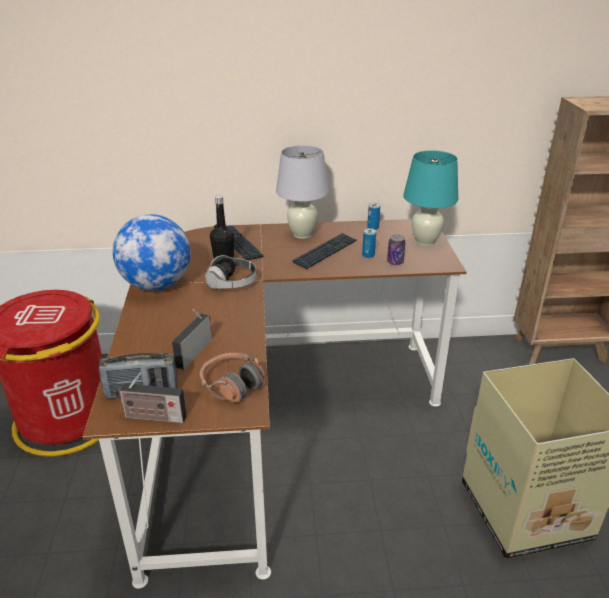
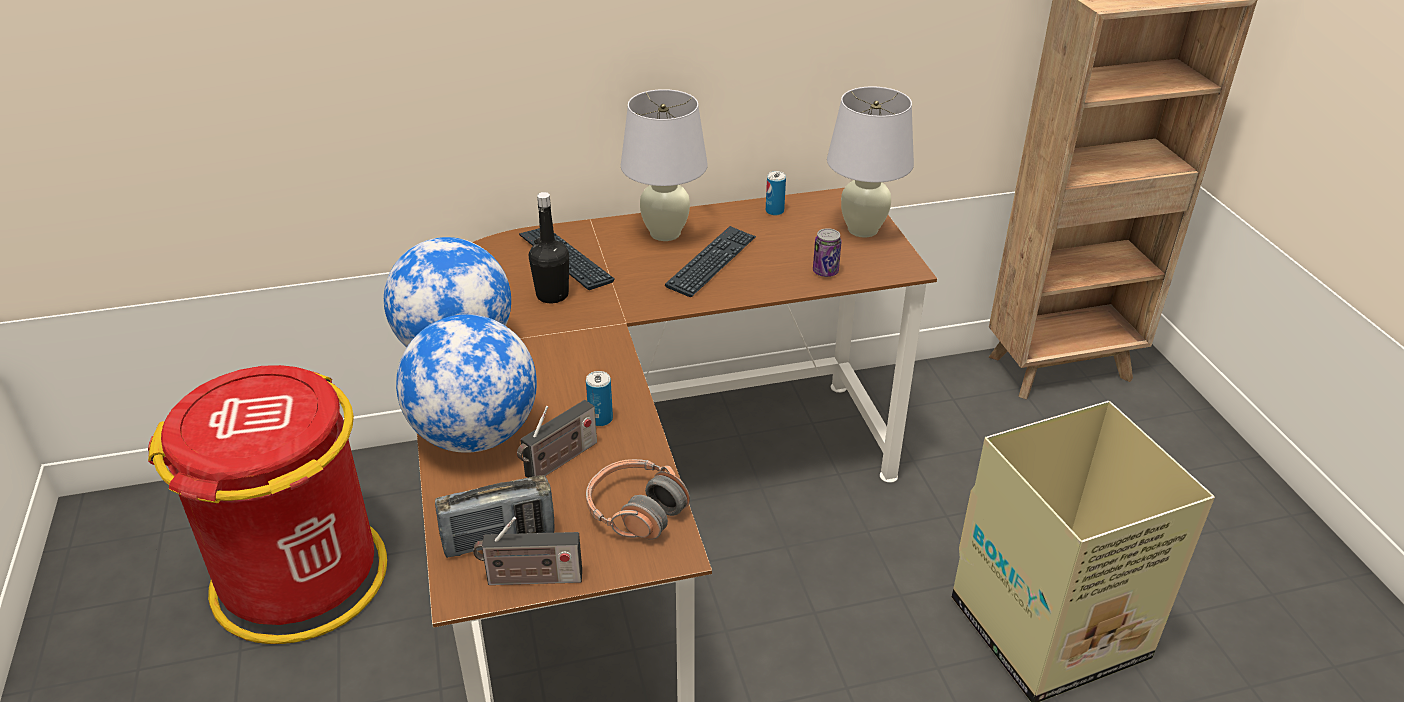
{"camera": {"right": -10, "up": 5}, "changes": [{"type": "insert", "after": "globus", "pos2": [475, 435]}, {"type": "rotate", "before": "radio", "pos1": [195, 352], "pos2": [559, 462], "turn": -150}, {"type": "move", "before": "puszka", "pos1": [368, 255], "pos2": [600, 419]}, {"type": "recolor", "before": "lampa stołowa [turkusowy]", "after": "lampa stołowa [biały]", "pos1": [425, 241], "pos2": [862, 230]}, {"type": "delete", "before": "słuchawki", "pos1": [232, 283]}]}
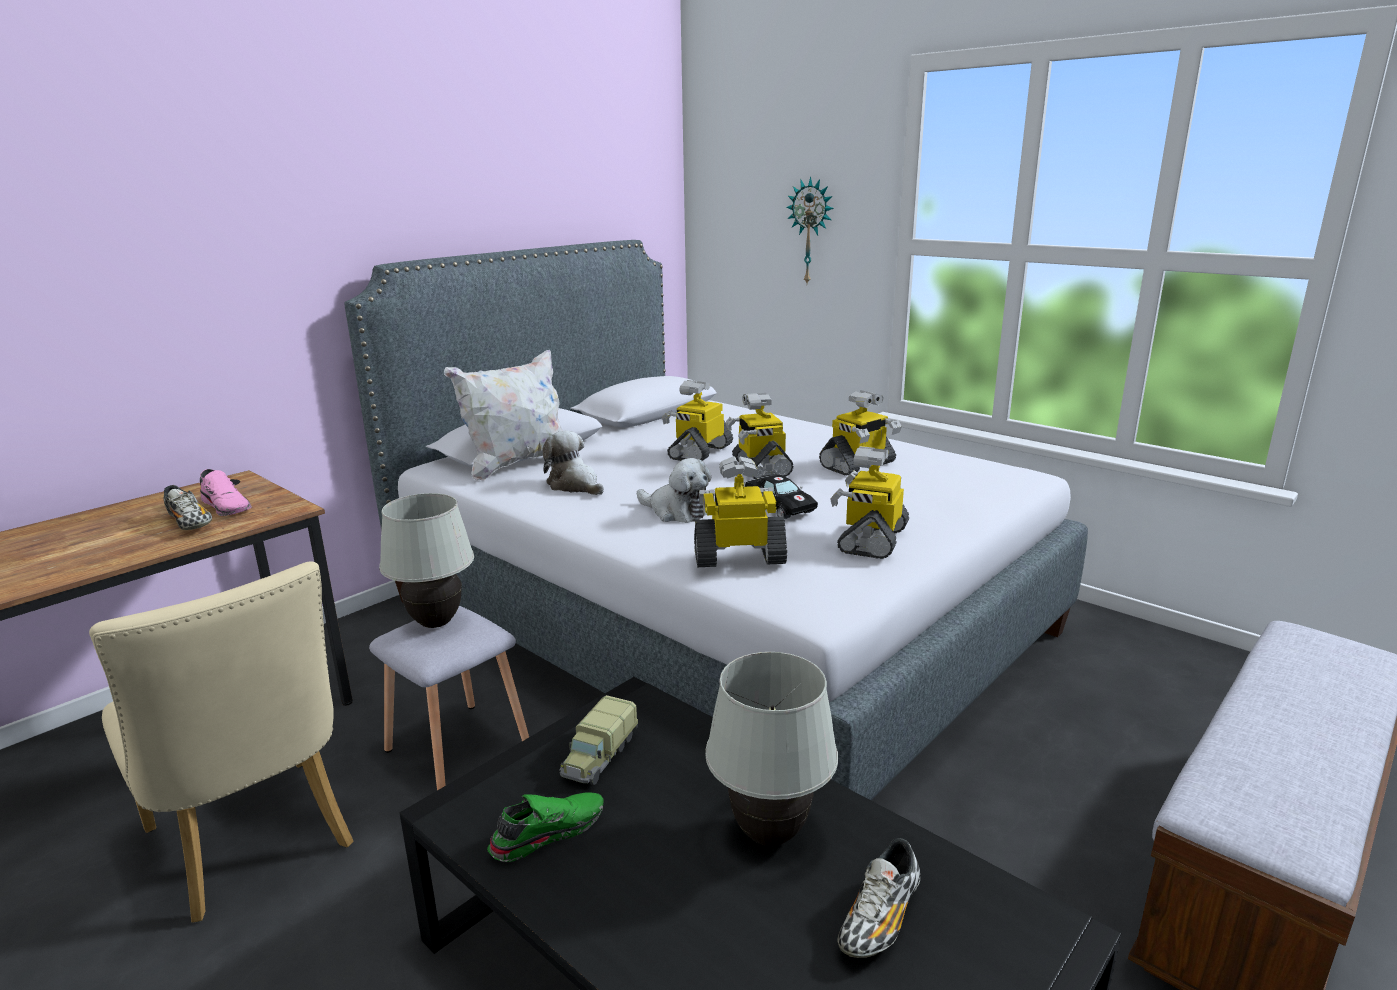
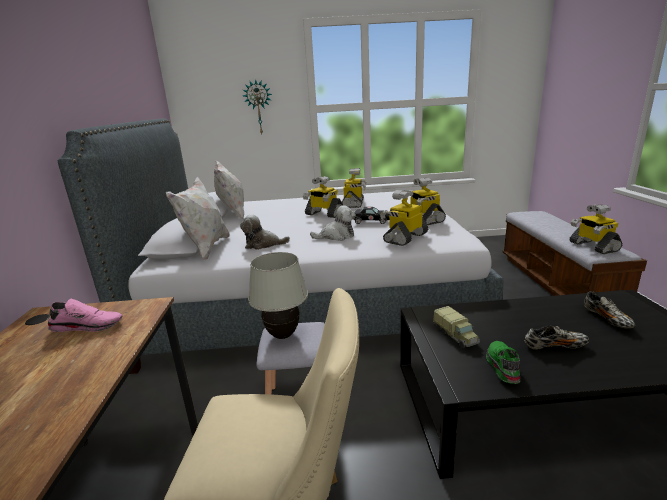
{"camera": {"right": -45, "up": 0}, "changes": [{"type": "insert", "after": "poduszka [biały]", "pos2": [233, 214]}, {"type": "move", "before": "but", "pos1": [190, 524], "pos2": [555, 346]}, {"type": "move", "before": "robot zabawkowy", "pos1": [699, 452], "pos2": [592, 246]}, {"type": "delete", "before": "lampa stołowa [biały]", "pos1": [770, 834]}]}
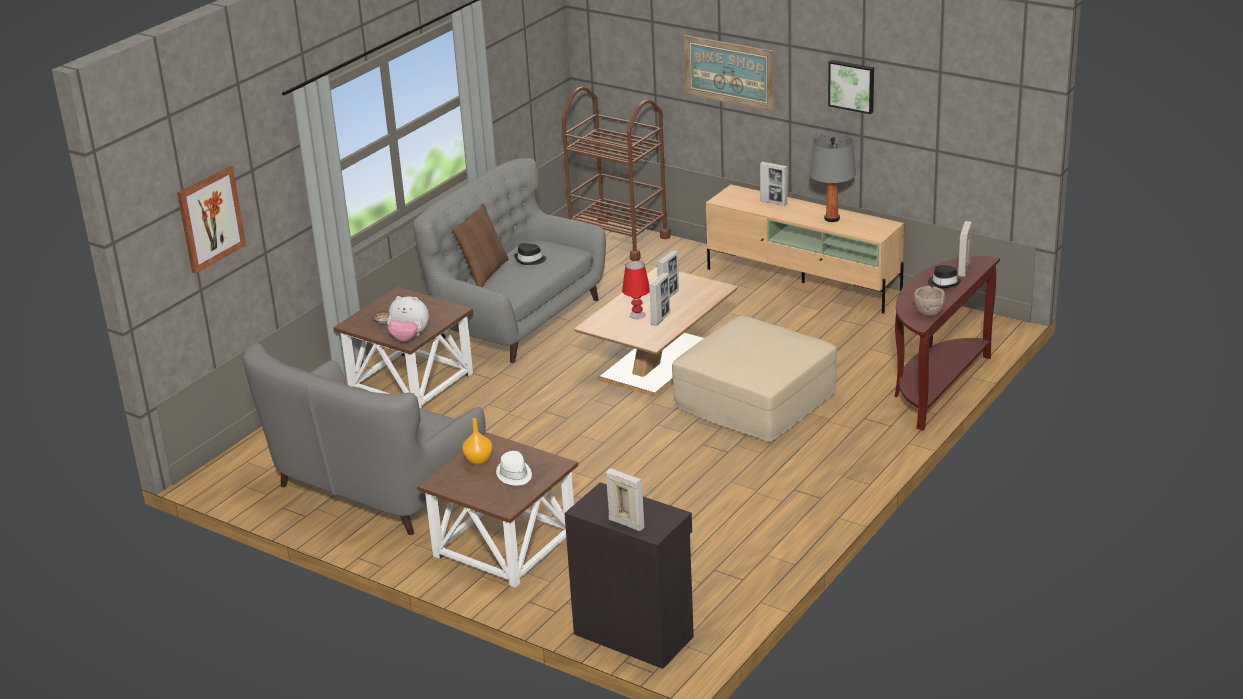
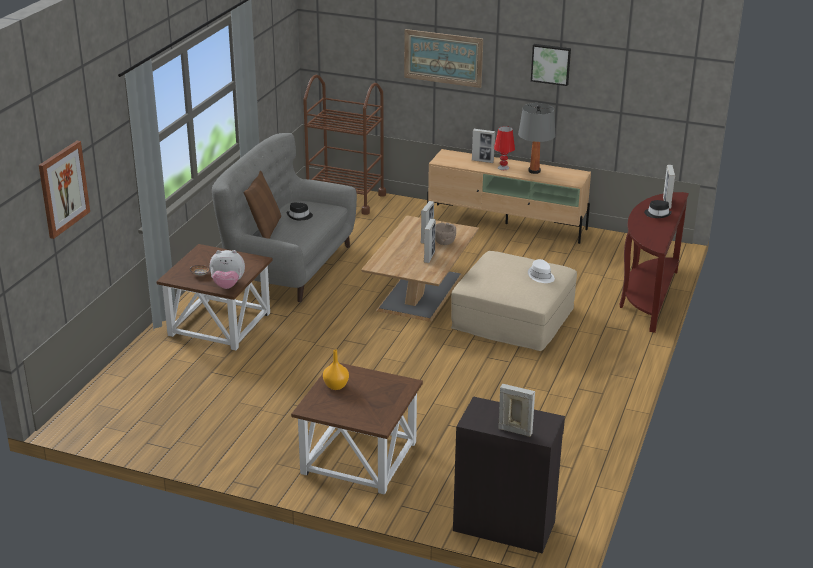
{"camera": {"right": -15, "up": 0}, "changes": [{"type": "move", "before": "miska [brązowy]", "pos1": [928, 311], "pos2": [444, 242]}, {"type": "move", "before": "lampa stołowa [czerwony]", "pos1": [637, 315], "pos2": [503, 167]}, {"type": "move", "before": "kapelusz [biały]", "pos1": [514, 474], "pos2": [541, 276]}, {"type": "delete", "before": "kanapa [szary]", "pos1": [374, 486]}]}
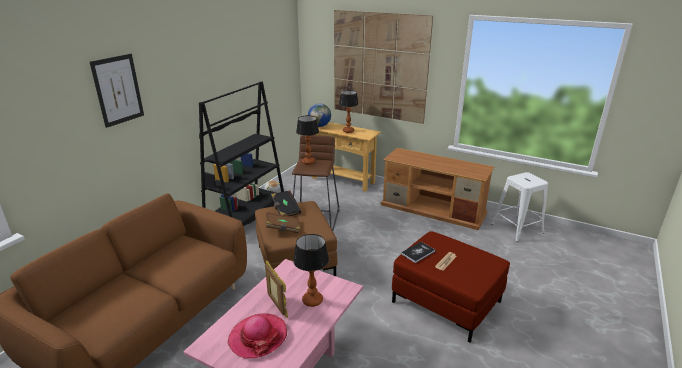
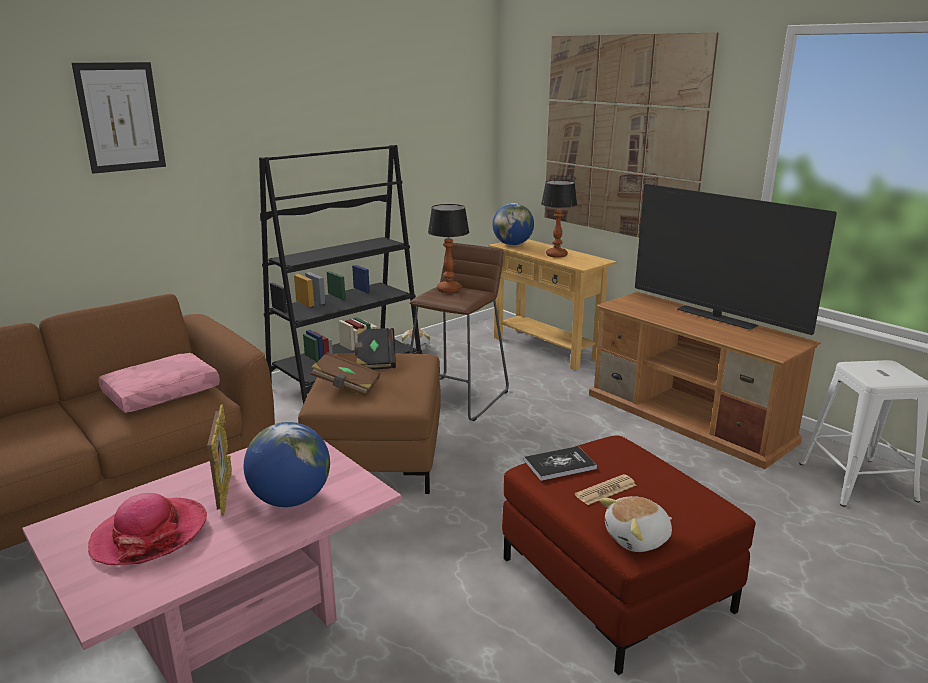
{"camera": {"right": 20, "up": -5}, "changes": [{"type": "insert", "after": "poduszka [różowy]", "pos2": [161, 394]}, {"type": "replace", "before": "lampa stołowa", "after": "globus", "pos1": [313, 301], "pos2": [291, 499]}, {"type": "insert", "after": "pluszak", "pos2": [638, 539]}, {"type": "insert", "after": "telewizor", "pos2": [715, 318]}]}
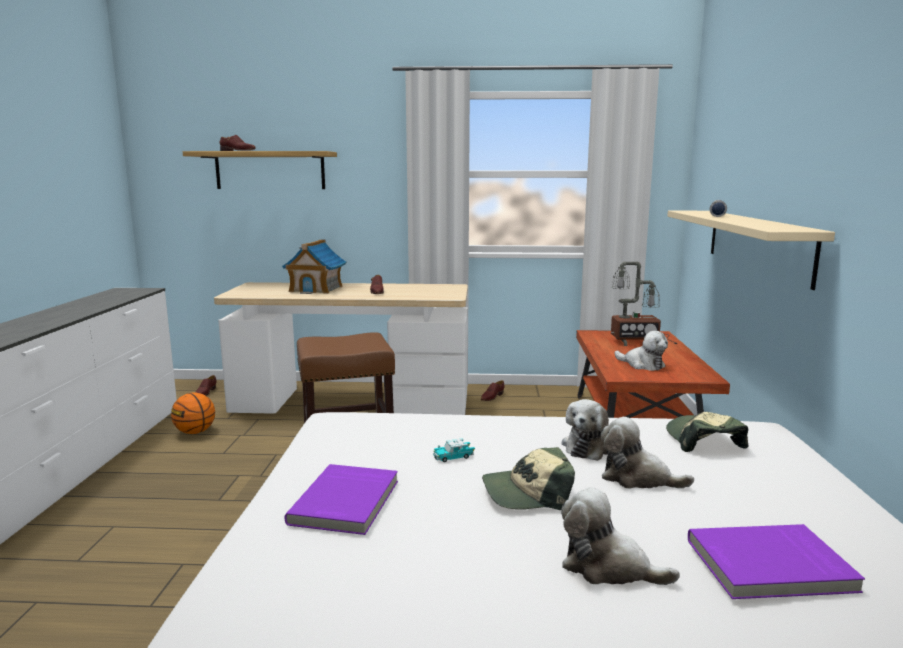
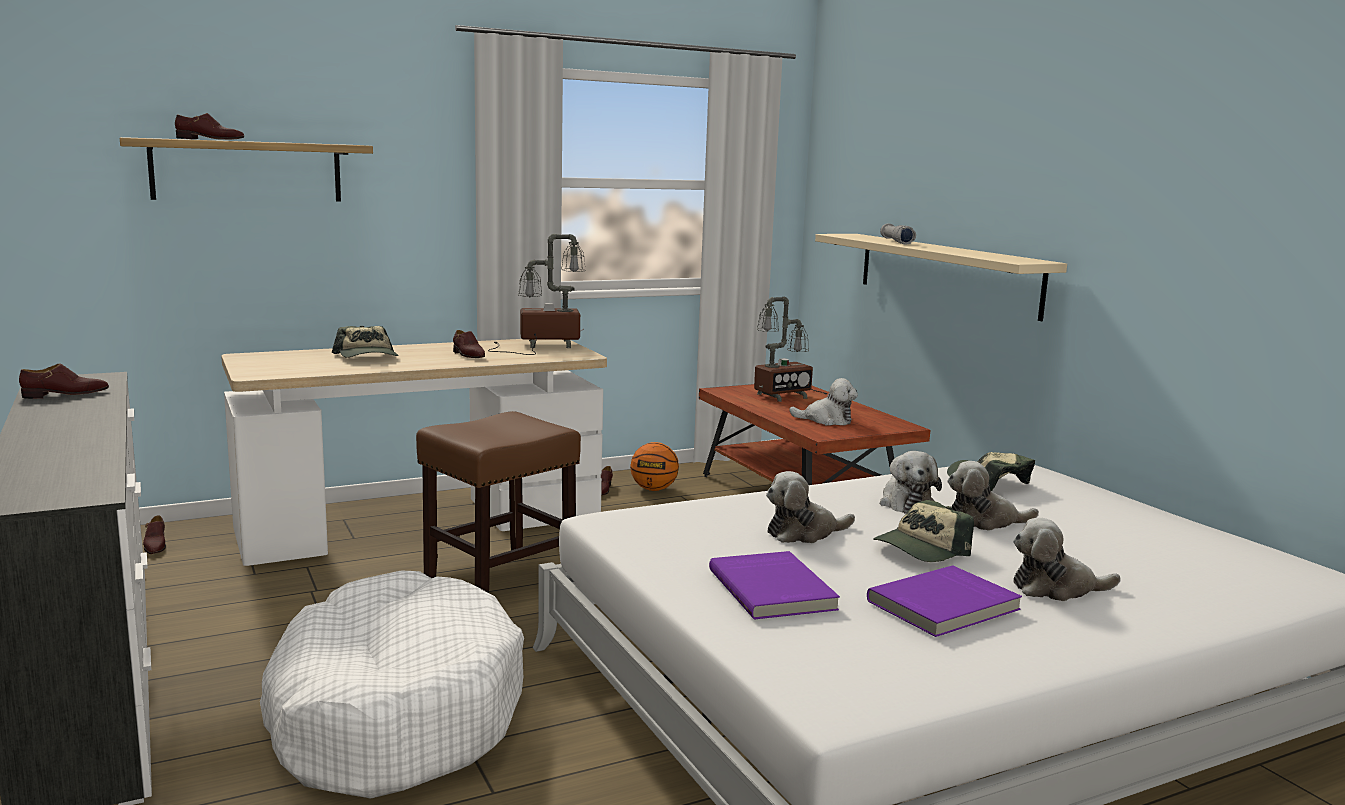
{"camera": {"right": -30, "up": 0}, "changes": [{"type": "insert", "after": "but [brązowy]", "pos2": [66, 394]}, {"type": "insert", "after": "legowisko [biały]", "pos2": [394, 713]}, {"type": "replace", "before": "domek", "after": "czapka z daszkiem", "pos1": [316, 289], "pos2": [367, 357]}, {"type": "insert", "after": "lampa stołowa", "pos2": [540, 345]}, {"type": "move", "before": "piłka do koszykówki", "pos1": [195, 432], "pos2": [654, 489]}, {"type": "replace", "before": "samochodzik", "after": "pluszak", "pos1": [453, 457], "pos2": [804, 533]}, {"type": "move", "before": "książka [fioletowy]", "pos1": [770, 567], "pos2": [945, 606]}]}
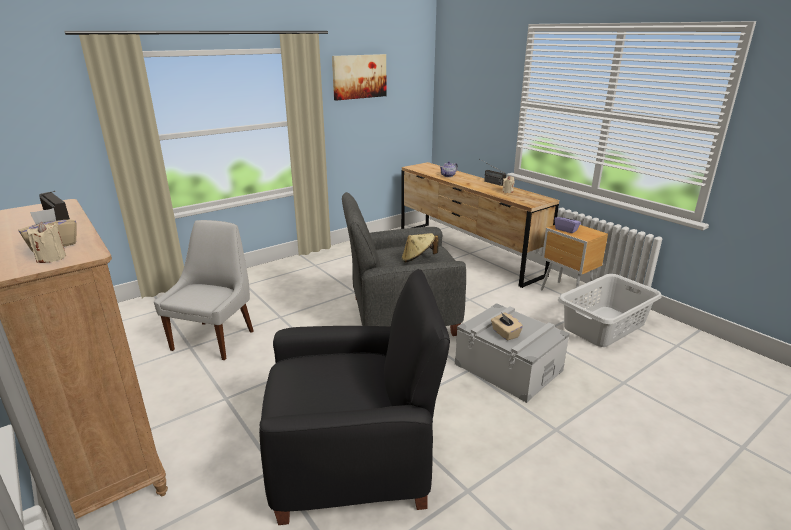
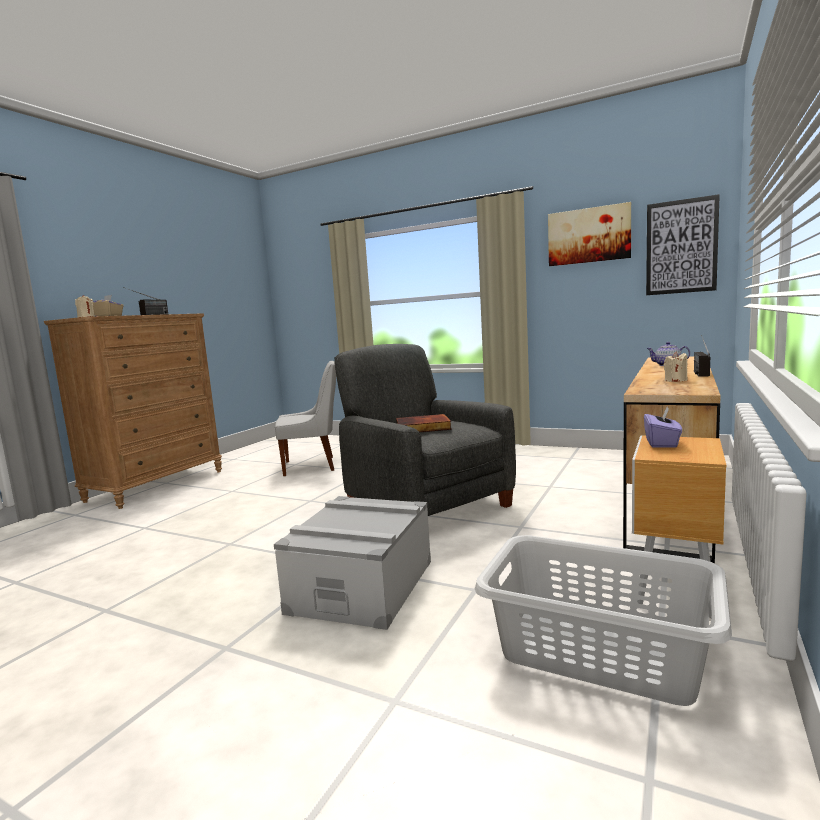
{"camera": {"right": 65, "up": -15}, "changes": [{"type": "replace", "before": "kapelusz [beżowy]", "after": "książka", "pos1": [418, 259], "pos2": [423, 428]}, {"type": "insert", "after": "obraz", "pos2": [681, 247]}, {"type": "delete", "before": "fotel [czarny]", "pos1": [353, 458]}, {"type": "delete", "before": "pudełko chusteczek [beżowy]", "pos1": [505, 333]}]}
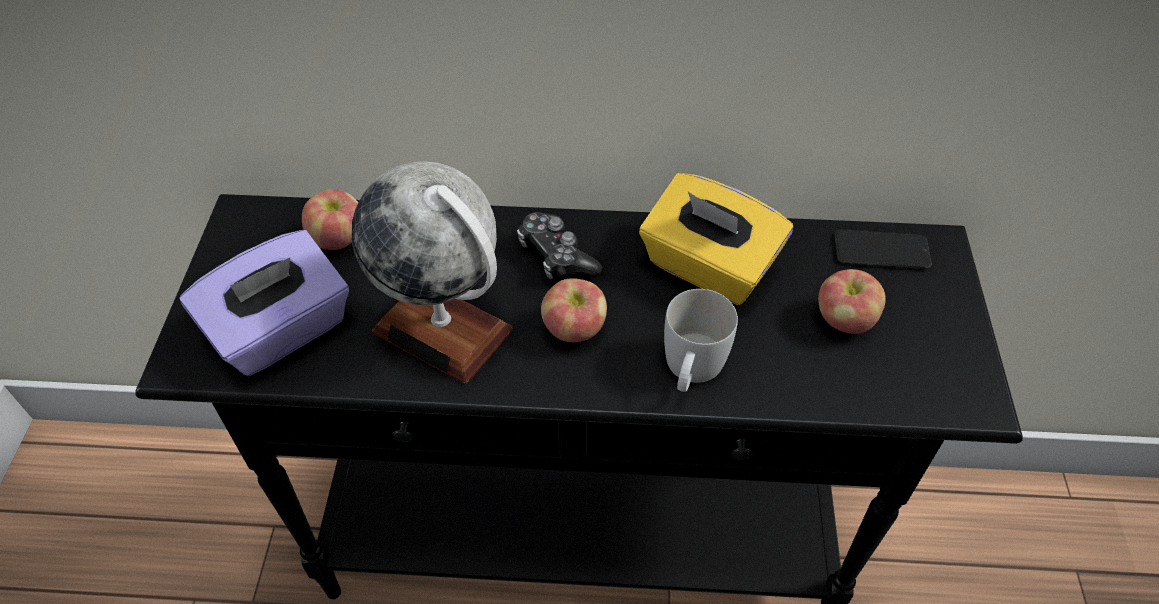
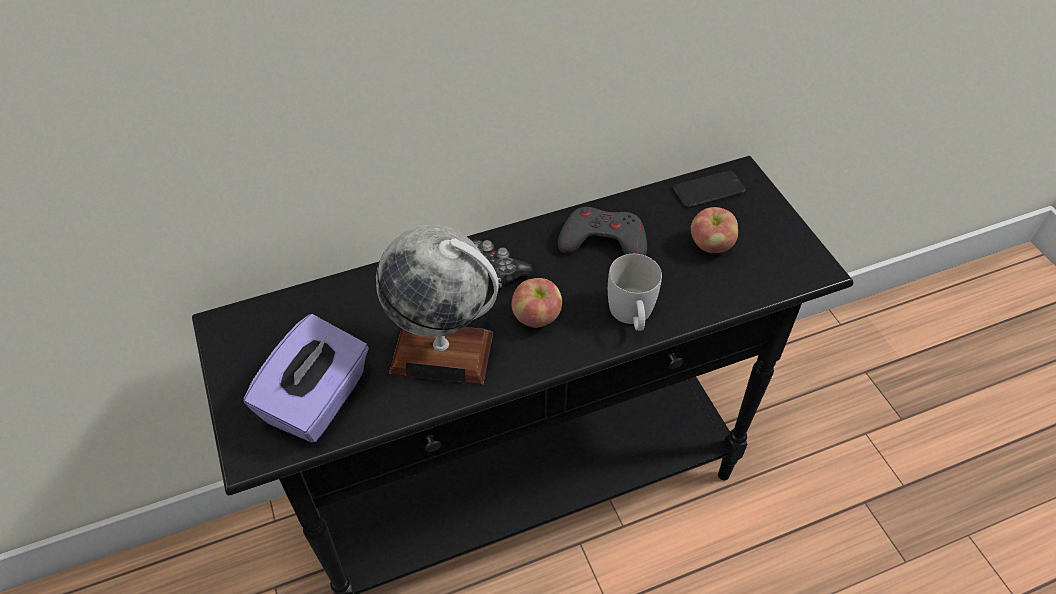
{"camera": {"right": -25, "up": 0}, "changes": [{"type": "replace", "before": "pudełko chusteczek [żółty]", "after": "pad do gier [szary]", "pos1": [708, 267], "pos2": [603, 241]}, {"type": "delete", "before": "jabłko", "pos1": [338, 239]}]}
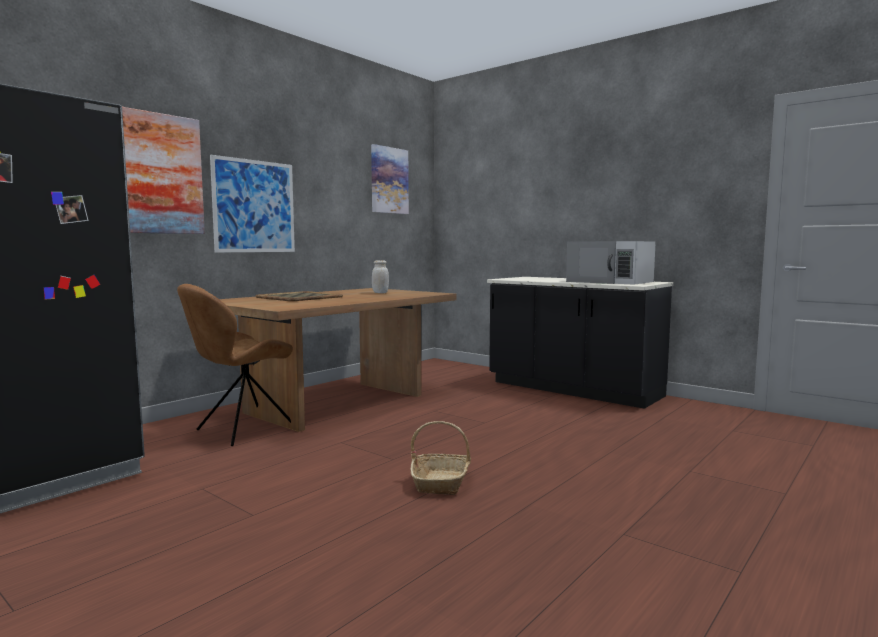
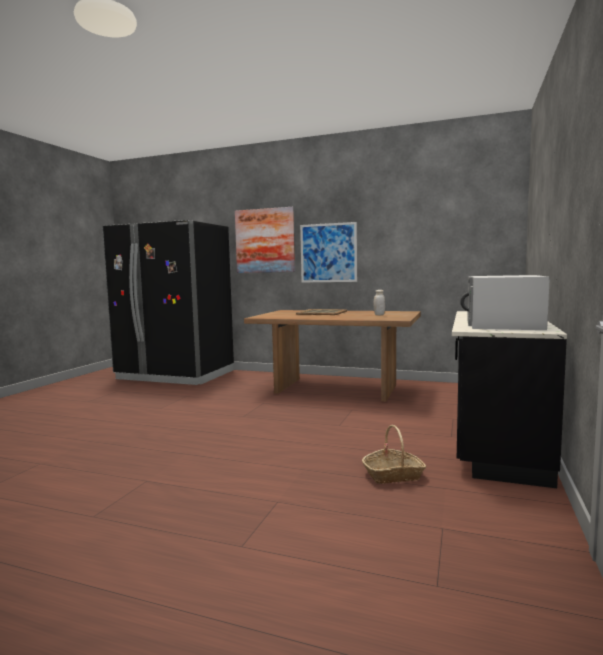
{"camera": {"right": 70, "up": 0}, "changes": [{"type": "move", "before": "koszyk", "pos1": [441, 482], "pos2": [393, 475]}, {"type": "delete", "before": "krzesło [brązowy]", "pos1": [243, 430]}, {"type": "delete", "before": "obraz", "pos1": [389, 180]}]}
